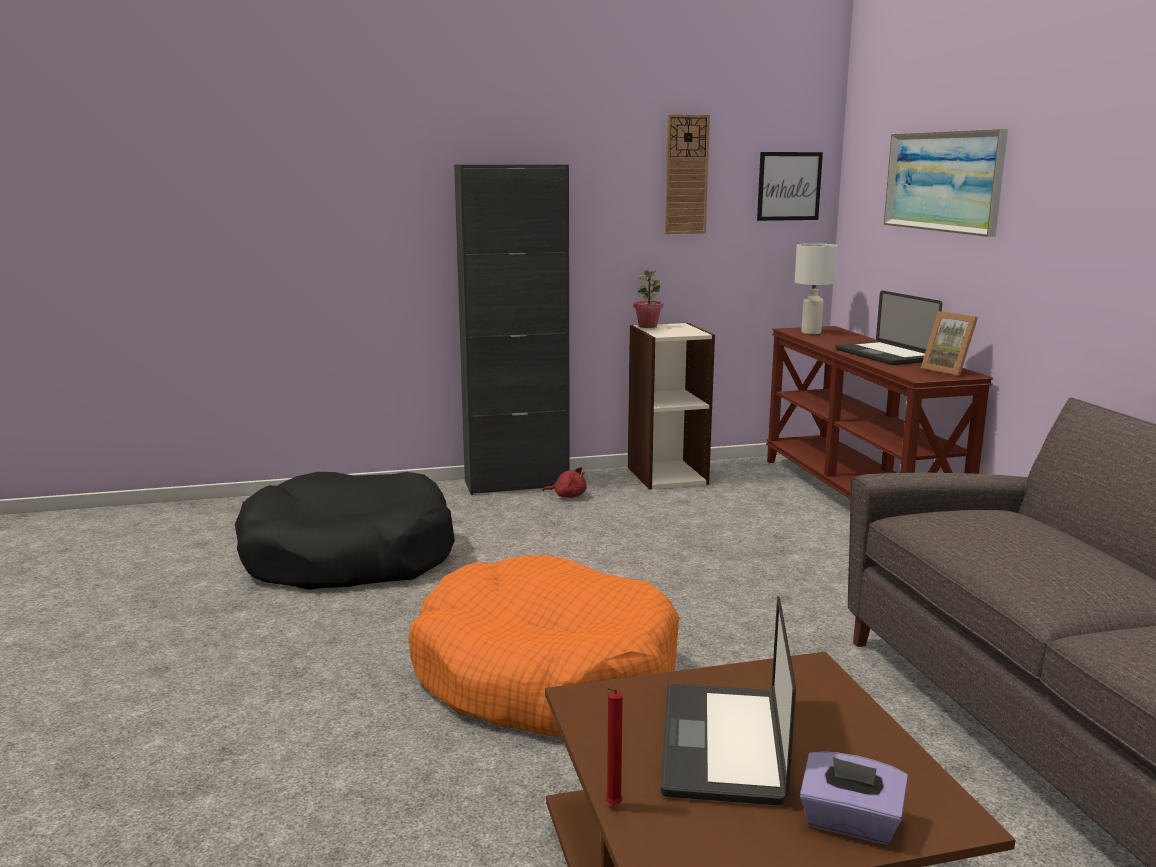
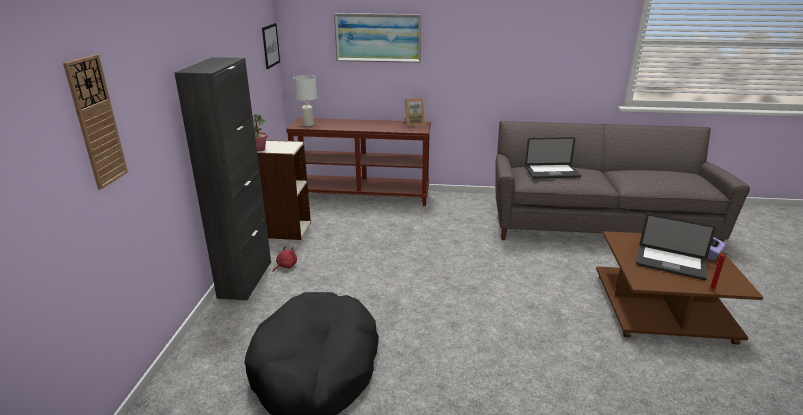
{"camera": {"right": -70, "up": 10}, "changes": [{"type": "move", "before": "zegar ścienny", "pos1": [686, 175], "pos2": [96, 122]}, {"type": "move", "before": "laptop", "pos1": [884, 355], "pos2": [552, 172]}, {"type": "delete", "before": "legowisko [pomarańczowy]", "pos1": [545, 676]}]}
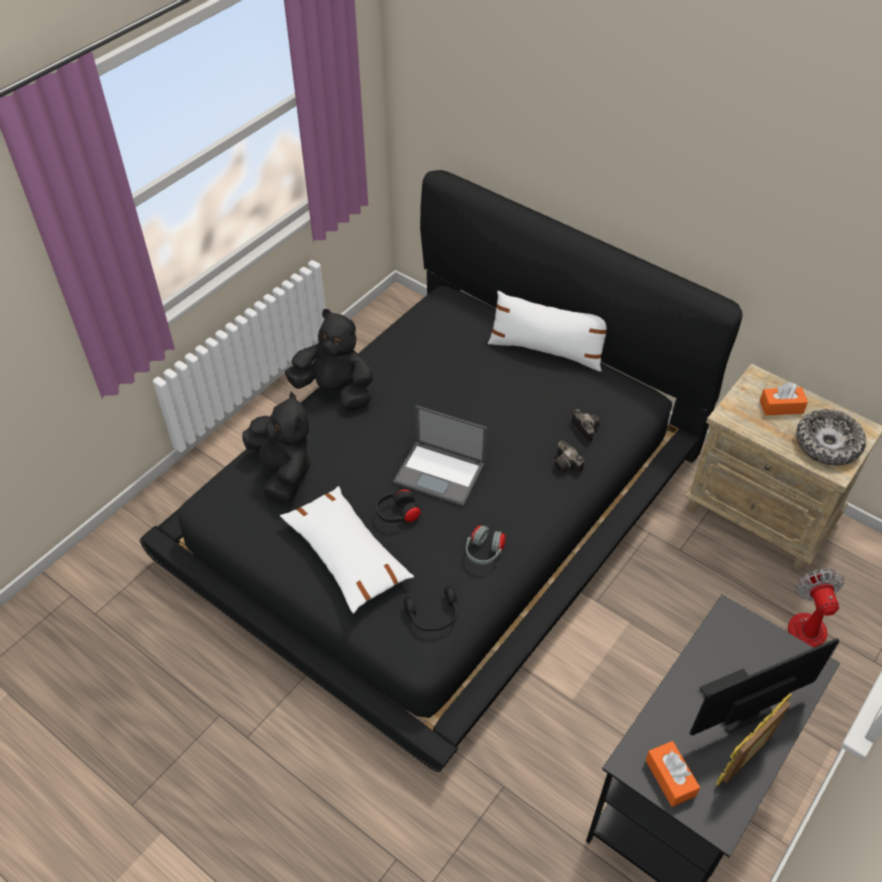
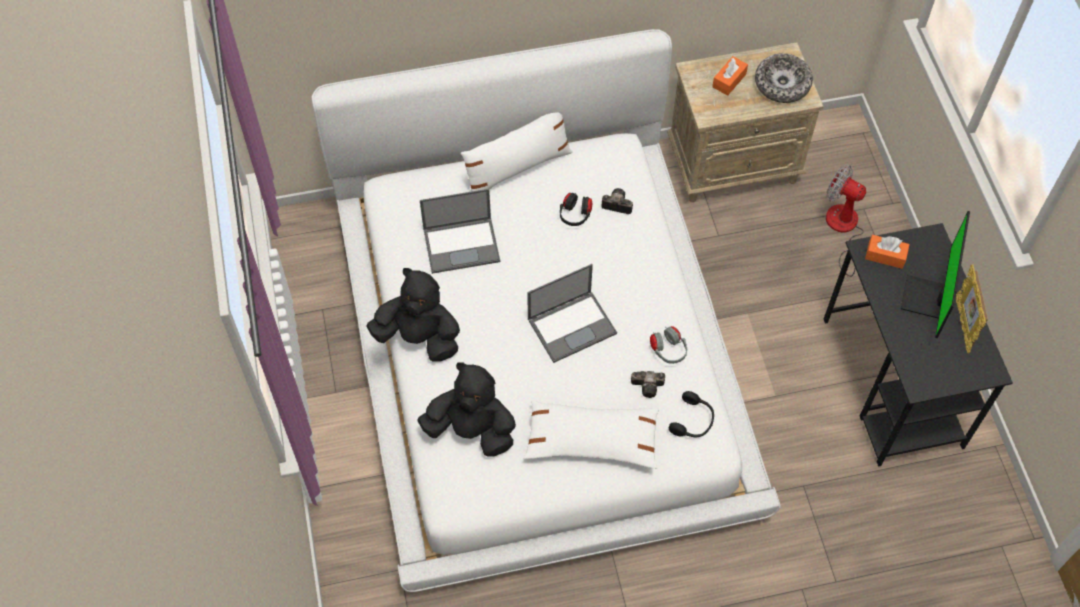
{"camera": {"right": -50, "up": 10}, "changes": [{"type": "recolor", "before": "łóżko [czarny]", "after": "łóżko [biały]", "pos1": [441, 504], "pos2": [540, 352]}, {"type": "rotate", "before": "pluszak [czarny]", "pos1": [335, 391], "pos2": [419, 337], "turn": 45}, {"type": "insert", "after": "laptop", "pos2": [462, 244]}, {"type": "move", "before": "słuchawki [czarny]", "pos1": [398, 514], "pos2": [575, 215]}, {"type": "move", "before": "aparat fotograficzny", "pos1": [567, 464], "pos2": [649, 386]}, {"type": "move", "before": "pudełko chusteczek [pomarańczowy]", "pos1": [670, 778], "pos2": [885, 256]}]}
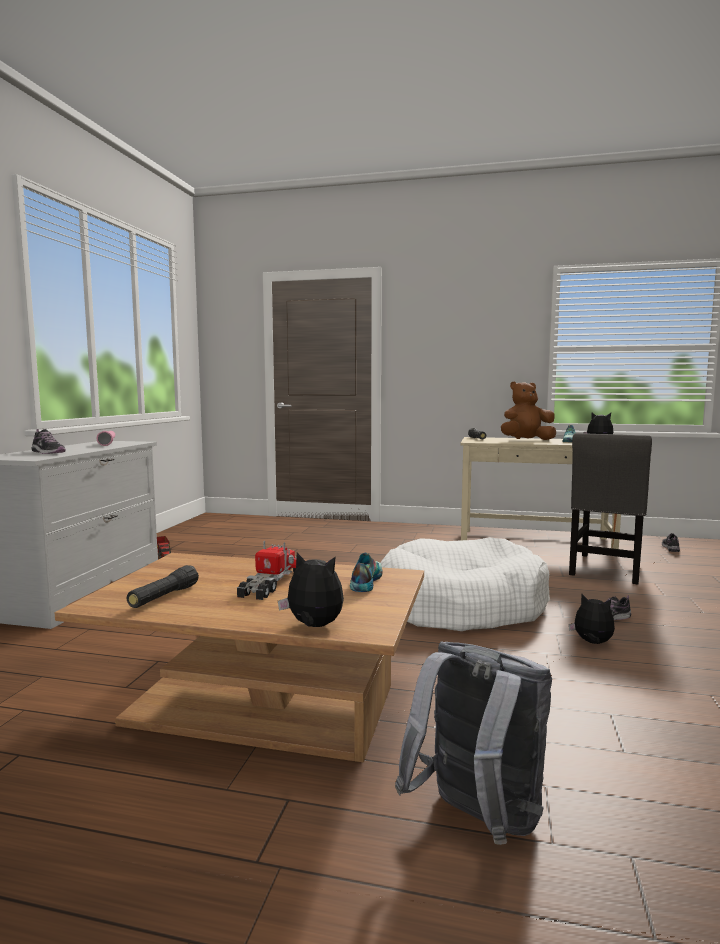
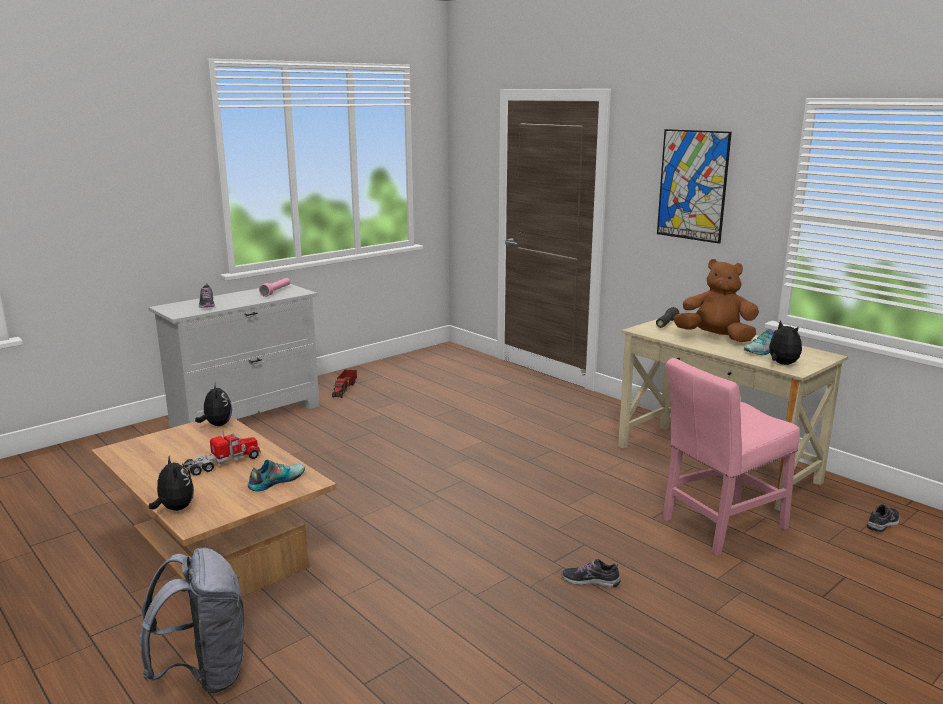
{"camera": {"right": 35, "up": 10}, "changes": [{"type": "move", "before": "pluszak", "pos1": [592, 643], "pos2": [217, 425]}, {"type": "insert", "after": "obraz", "pos2": [692, 185]}, {"type": "recolor", "before": "krzesło [szary]", "after": "krzesło [różowy]", "pos1": [605, 570], "pos2": [720, 526]}, {"type": "delete", "before": "latarka [czarny]", "pos1": [164, 597]}, {"type": "delete", "before": "legowisko [biały]", "pos1": [460, 605]}]}
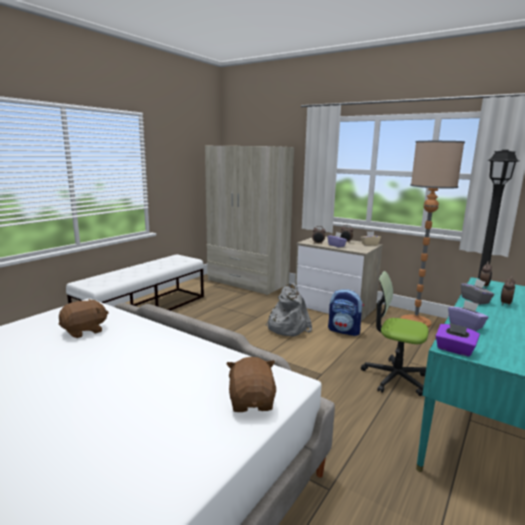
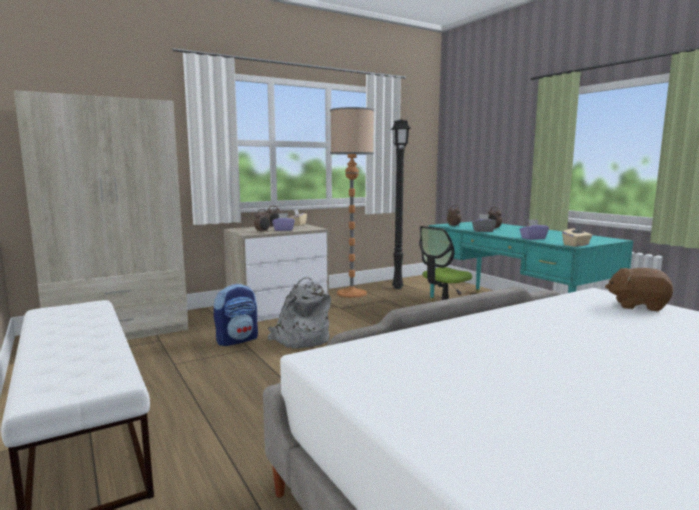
{"camera": {"right": -65, "up": -5}, "changes": [{"type": "move", "before": "plecak", "pos1": [344, 331], "pos2": [237, 340]}, {"type": "recolor", "before": "pudełko chusteczek [fioletowy]", "after": "pudełko chusteczek [beżowy]", "pos1": [454, 350], "pos2": [576, 245]}, {"type": "delete", "before": "pluszak [brązowy]", "pos1": [84, 331]}]}
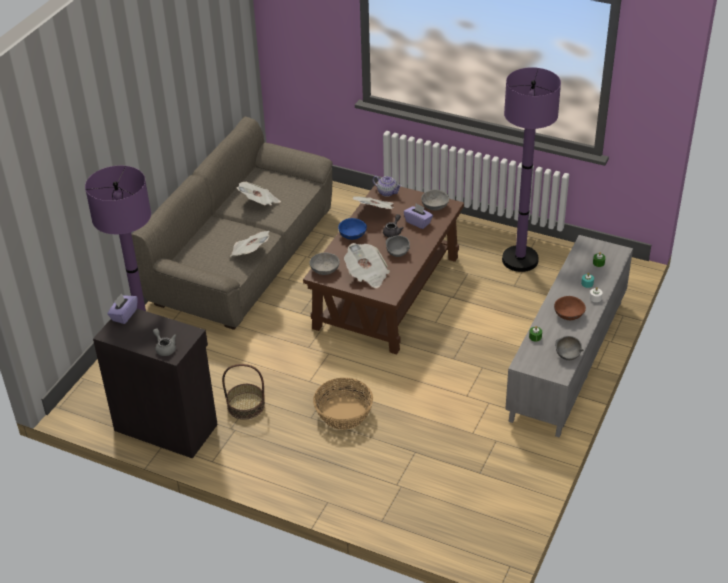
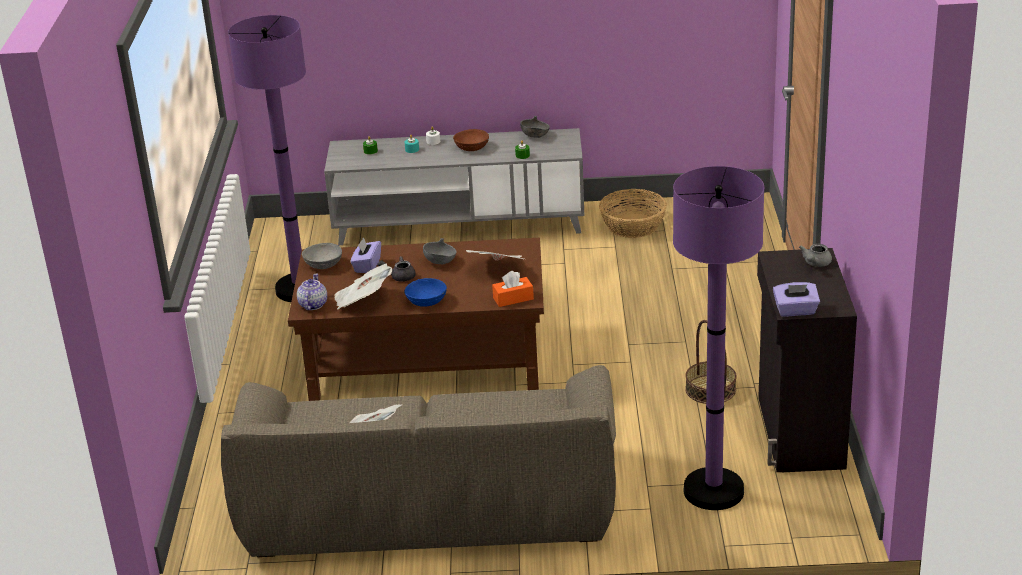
{"camera": {"right": -115, "up": -10}, "changes": [{"type": "replace", "before": "miska [szary]", "after": "pudełko chusteczek [pomarańczowy]", "pos1": [324, 269], "pos2": [513, 298]}, {"type": "move", "before": "koszyk", "pos1": [343, 413], "pos2": [633, 226]}, {"type": "delete", "before": "gazeta", "pos1": [250, 252]}]}
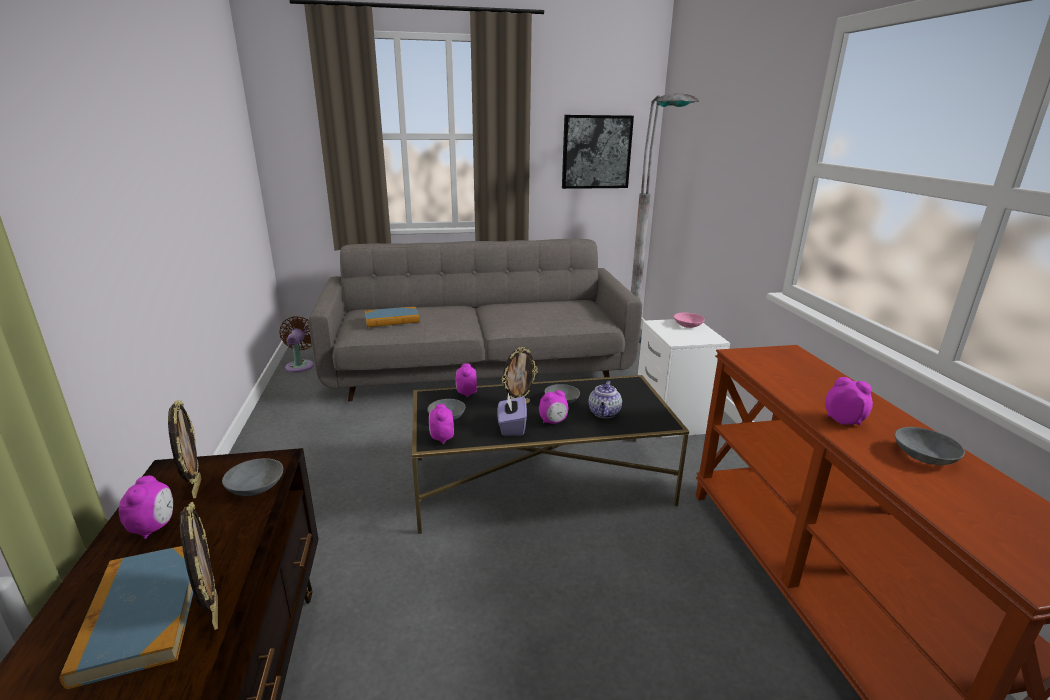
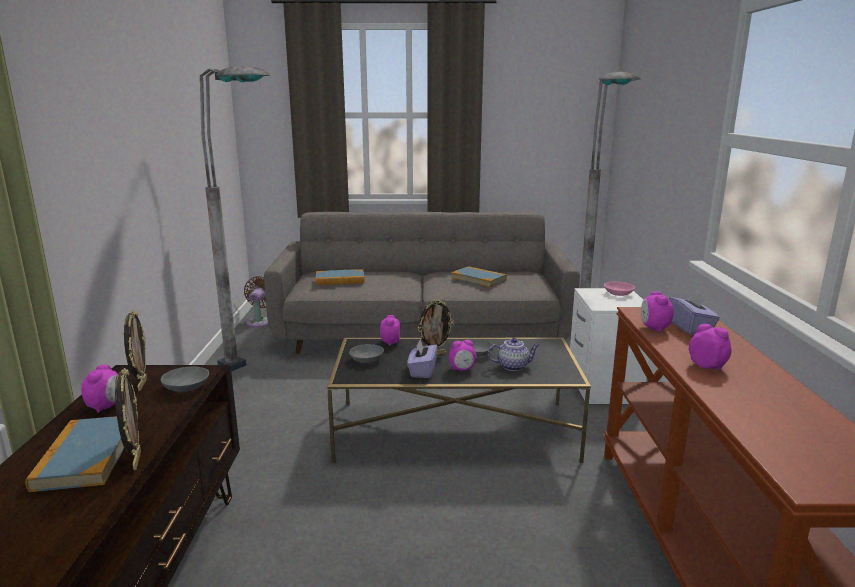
{"camera": {"right": 10, "up": -5}, "changes": [{"type": "insert", "after": "lampa stojąca [szary]", "pos2": [258, 377]}, {"type": "insert", "after": "książka", "pos2": [479, 279]}, {"type": "rotate", "before": "imbryk", "pos1": [604, 413], "pos2": [513, 366], "turn": -120}, {"type": "move", "before": "budzik", "pos1": [441, 438], "pos2": [654, 328]}, {"type": "insert", "after": "pudełko chusteczek [fioletowy]", "pos2": [690, 327]}, {"type": "delete", "before": "obraz", "pos1": [596, 152]}, {"type": "delete", "before": "miska [szary]", "pos1": [922, 456]}]}
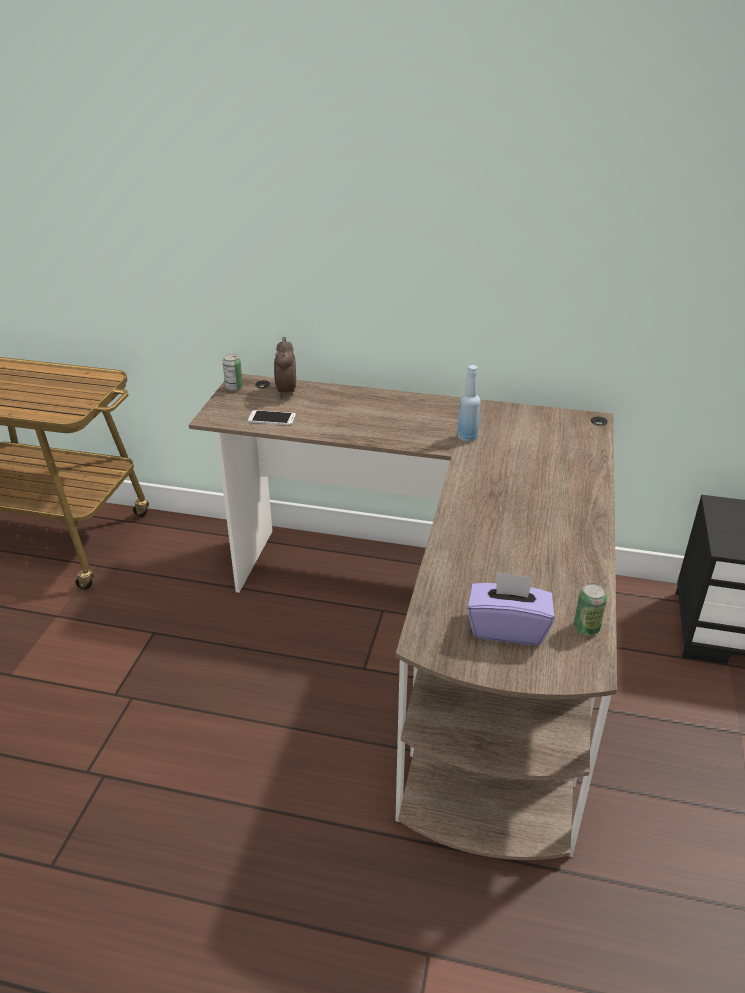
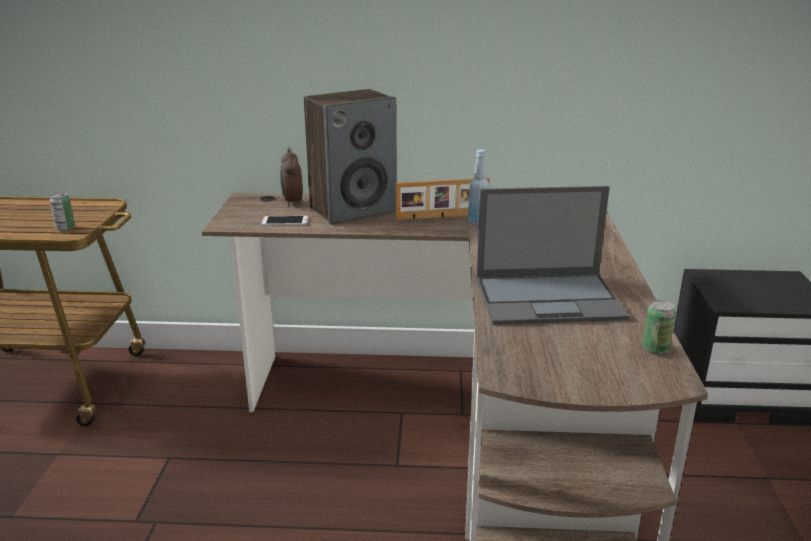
{"camera": {"right": -10, "up": -10}, "changes": [{"type": "move", "before": "puszka", "pos1": [234, 387], "pos2": [65, 228]}, {"type": "insert", "after": "głośnik", "pos2": [353, 210]}, {"type": "insert", "after": "ramka na zdjęcie", "pos2": [442, 217]}, {"type": "insert", "after": "laptop", "pos2": [549, 298]}, {"type": "delete", "before": "pudełko chusteczek [fioletowy]", "pos1": [507, 628]}]}
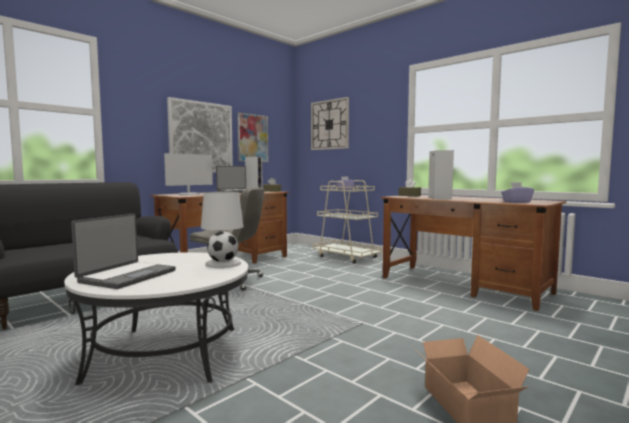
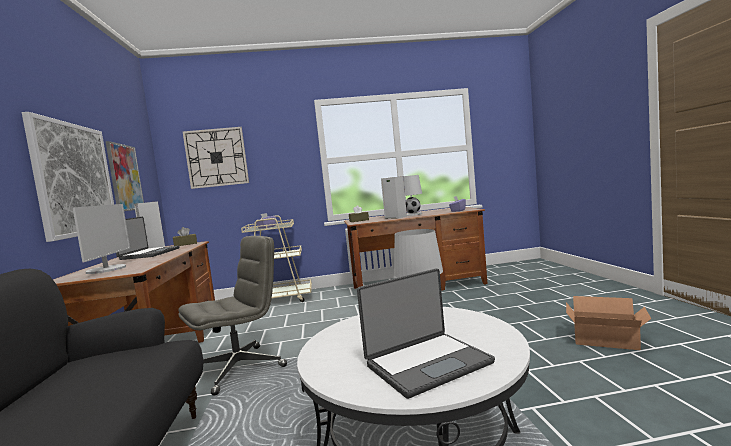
{"camera": {"right": -50, "up": 0}, "changes": [{"type": "rotate", "before": "laptop", "pos1": [127, 276], "pos2": [426, 363], "turn": 90}, {"type": "insert", "after": "lampa stołowa [biały]", "pos2": [412, 214]}]}
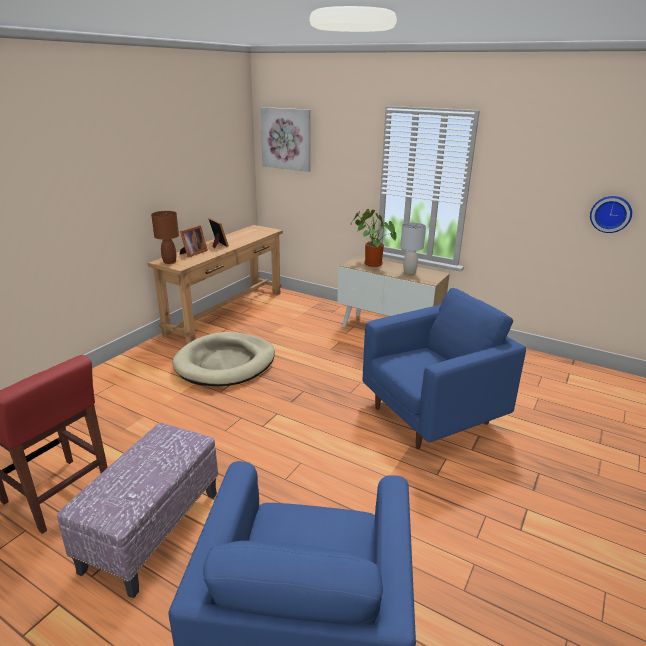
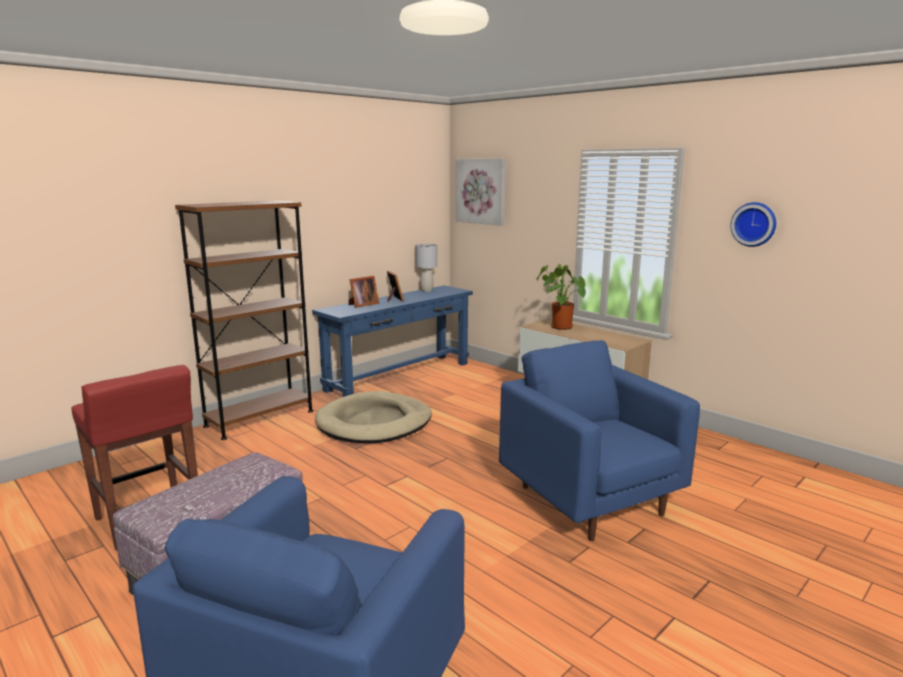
{"camera": {"right": 15, "up": -10}, "changes": [{"type": "insert", "after": "regał [brązowy]", "pos2": [260, 418]}, {"type": "recolor", "before": "stolik konsolowy [brązowy]", "after": "stolik konsolowy [niebieski]", "pos1": [226, 312], "pos2": [399, 376]}, {"type": "move", "before": "lampa stołowa [szary]", "pos1": [409, 272], "pos2": [426, 290]}, {"type": "rotate", "before": "fotel [niebieski]", "pos1": [431, 416], "pos2": [590, 500], "turn": -105}, {"type": "move", "before": "zegar ścienny", "pos1": [610, 213], "pos2": [754, 224]}, {"type": "delete", "before": "lampa stołowa [brązowy]", "pos1": [169, 262]}]}
